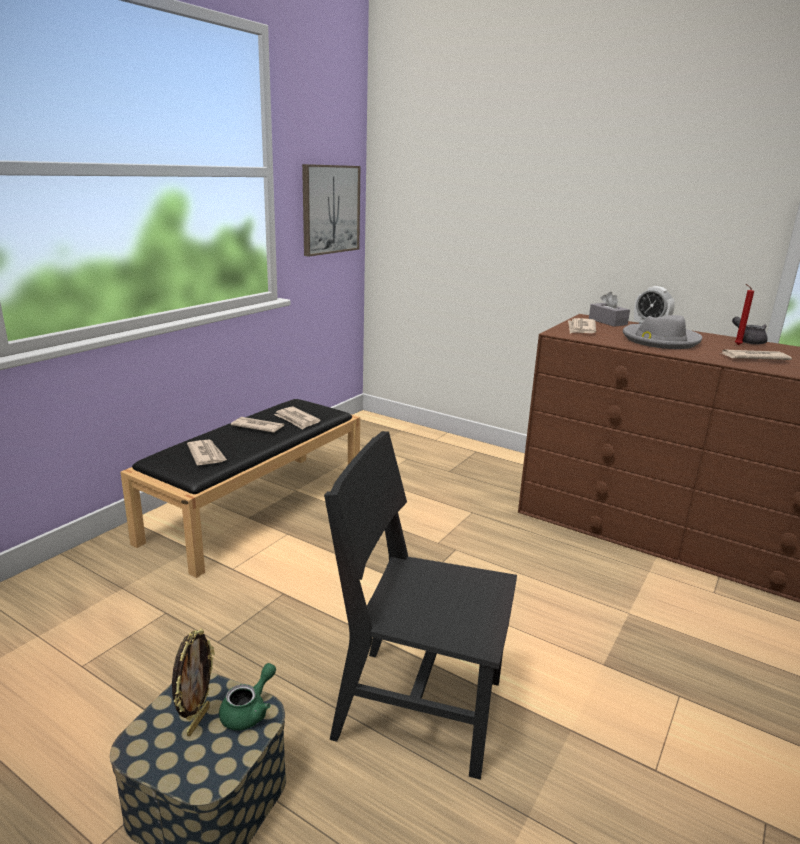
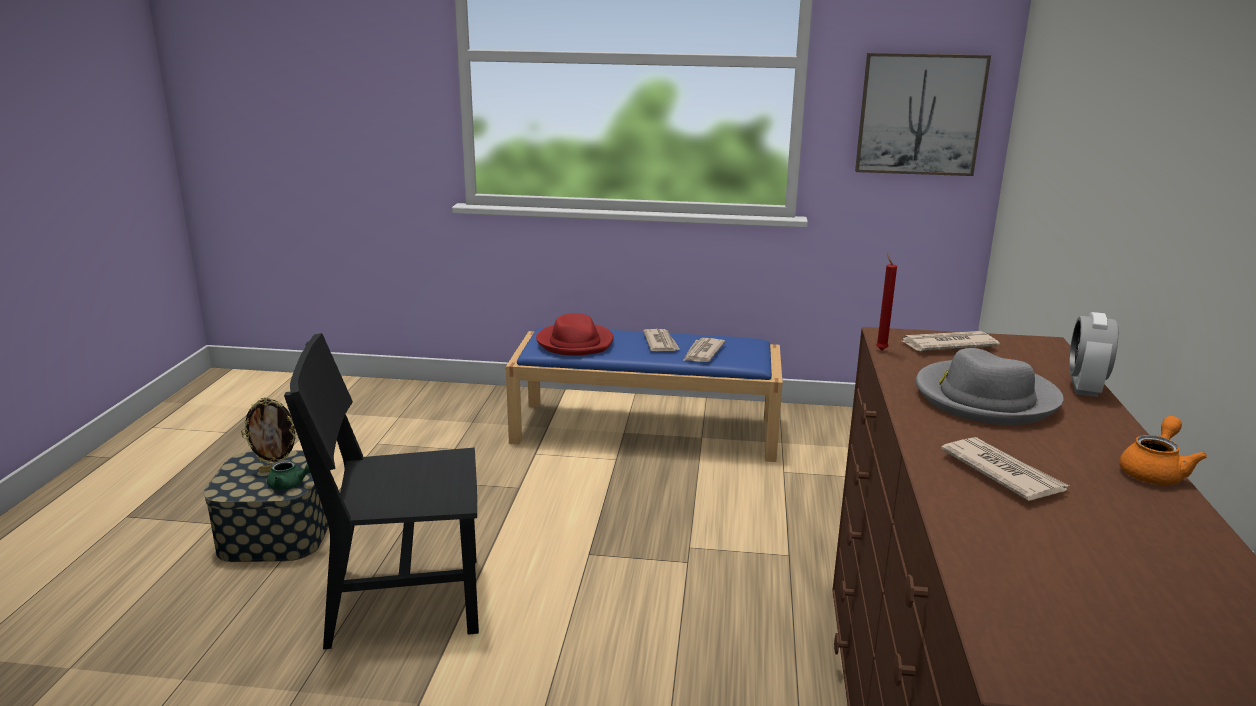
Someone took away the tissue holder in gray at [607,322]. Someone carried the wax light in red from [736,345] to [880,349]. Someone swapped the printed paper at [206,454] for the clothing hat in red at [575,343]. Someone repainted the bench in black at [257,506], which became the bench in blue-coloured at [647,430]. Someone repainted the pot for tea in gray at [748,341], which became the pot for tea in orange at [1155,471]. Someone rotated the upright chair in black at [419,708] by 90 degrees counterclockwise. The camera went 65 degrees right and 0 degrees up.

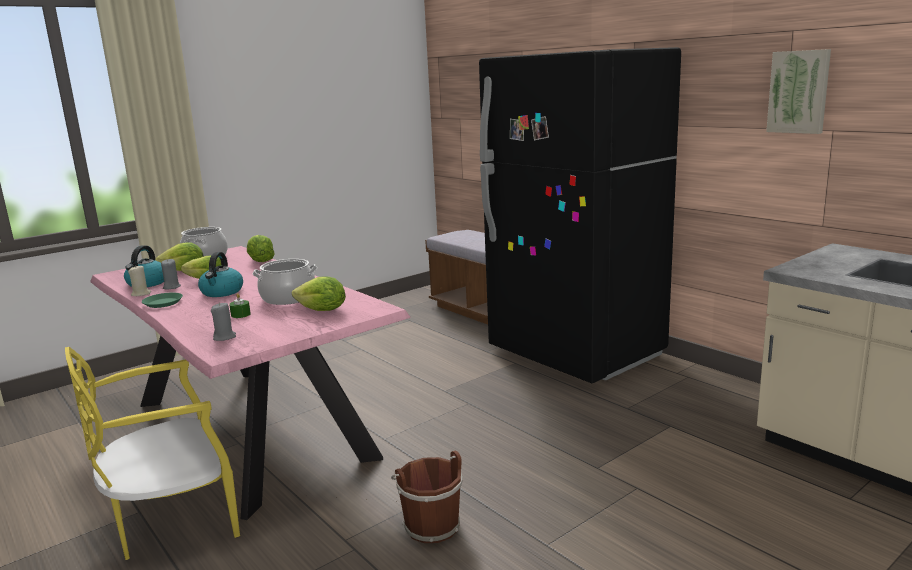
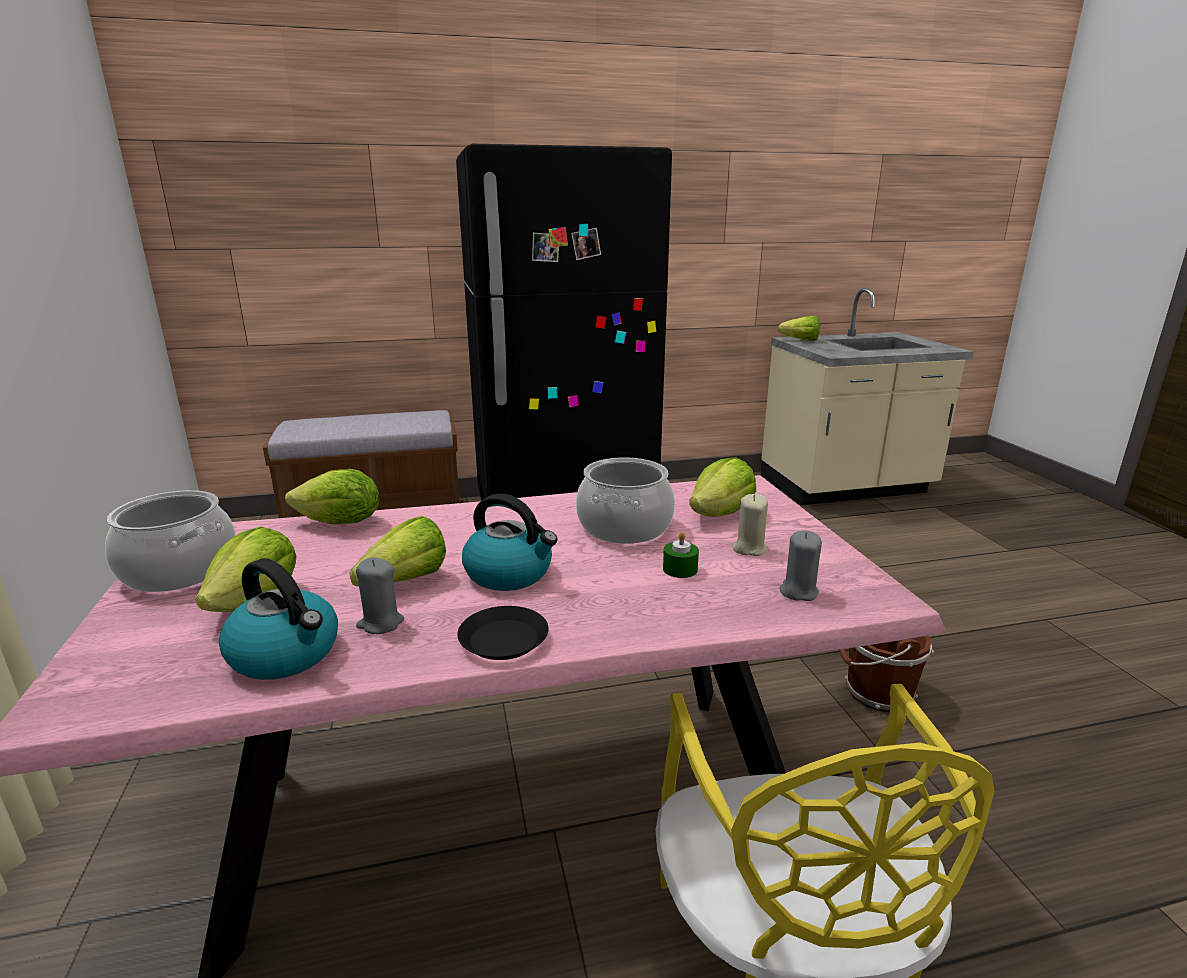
Someone took away the wall art at [799,92]. Someone put down the lettuce head at [797,340]. Someone carried the wax light in beige from [141,294] to [749,548]. Someone repainted the dinner plate in green-coloured at [162,303], which became the dinner plate in black at [503,640]. The camera went 65 degrees left and 5 degrees up.

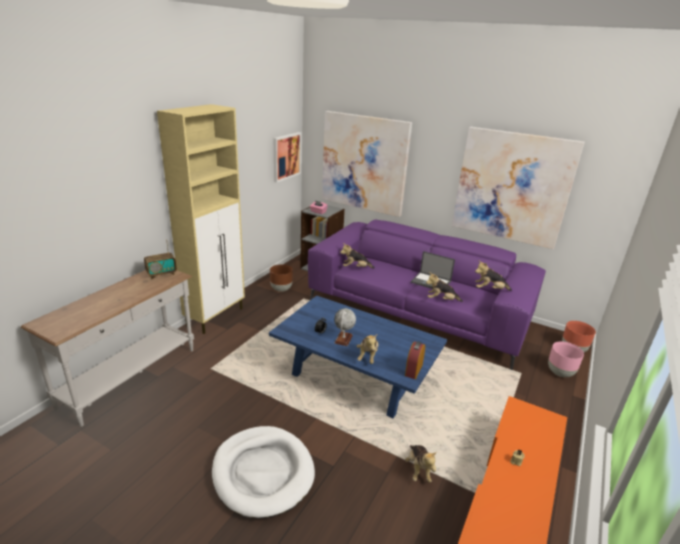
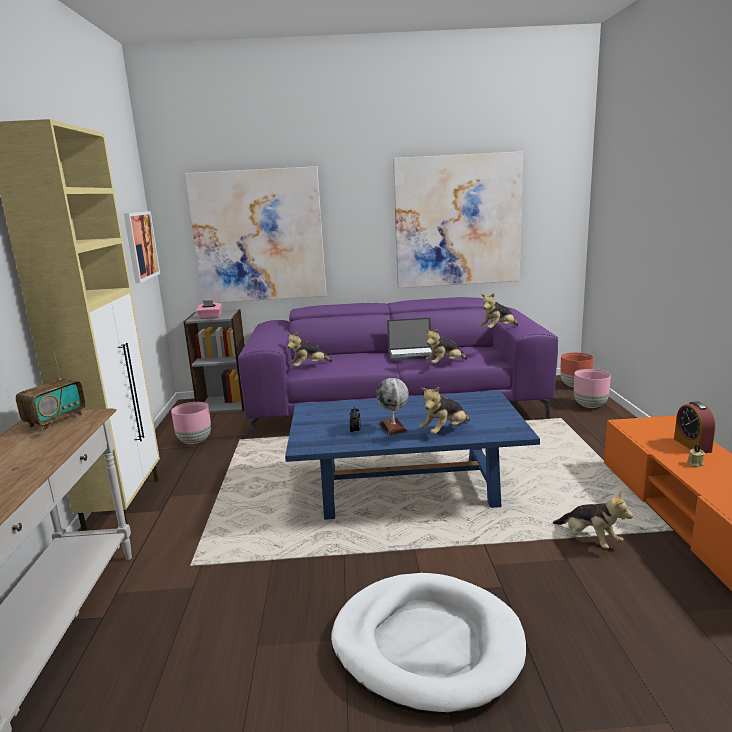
Someone carried the alarm clock from [413,370] to [692,445]. Someone repainted the plant pot in brownish at [281,289], which became the plant pot in pinkish at [195,441]. Someone rotated the cuddly toy at [367,356] by 75 degrees clockwise. The camera went 30 degrees left and 10 degrees down.

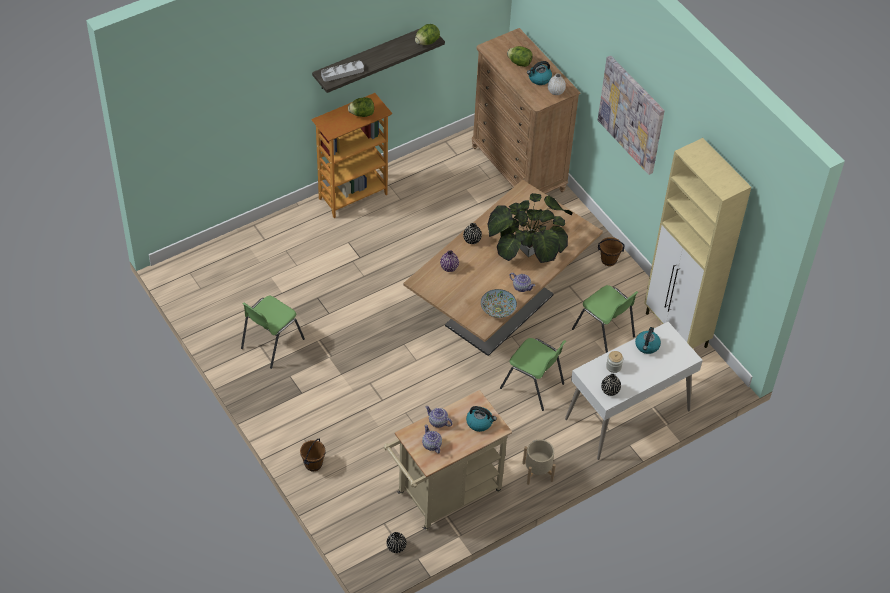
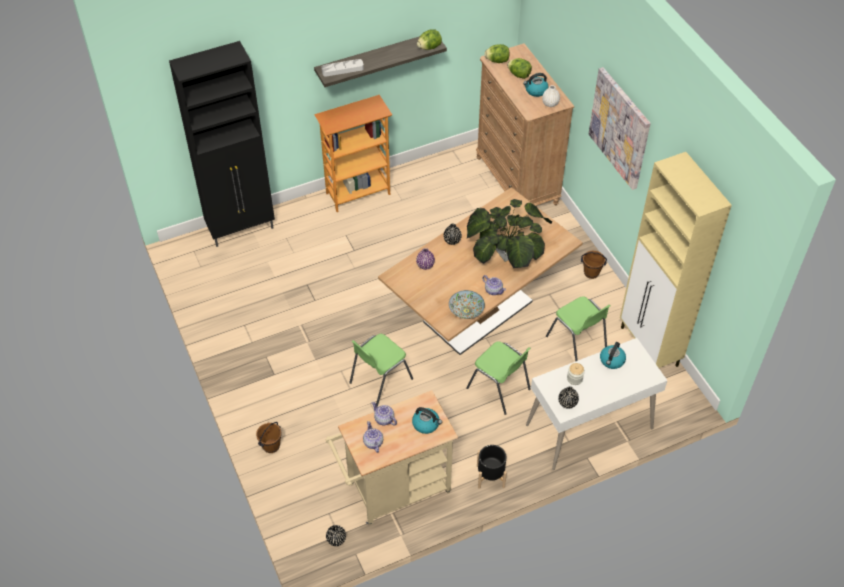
Someone put down the cabinet in black at [242,229]. Someone carried the upright chair in green-coloured from [271,343] to [380,380]. Someone carried the lettuce head from [362,114] to [497,61]. Someone repainted the plant pot in beige at [537,472], which became the plant pot in black at [490,476]. The camera went 10 degrees right and 0 degrees up.

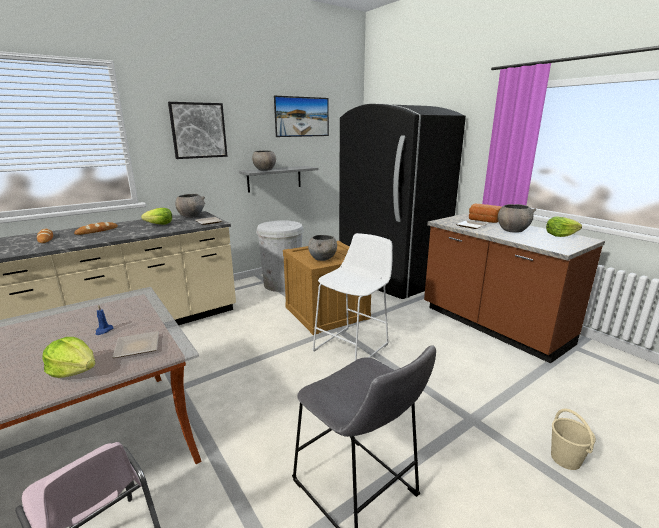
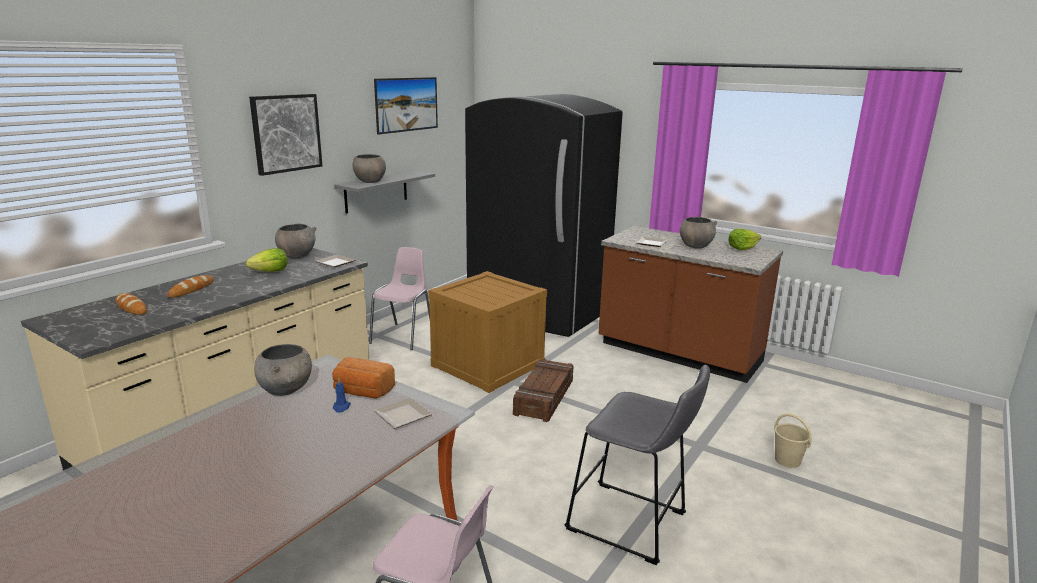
Someone took away the lettuce head at [74,370]. Someone carried the serving bowl in gray from [323,259] to [286,389]. Someone carried the baked bread from [483,221] to [362,392]. Someone swapped the trash can in white at [282,284] for the upright chair in pinkish at [403,336]. Someone swapped the stool in white at [354,346] for the crate at [545,397]. The camera went 20 degrees left and 0 degrees up.

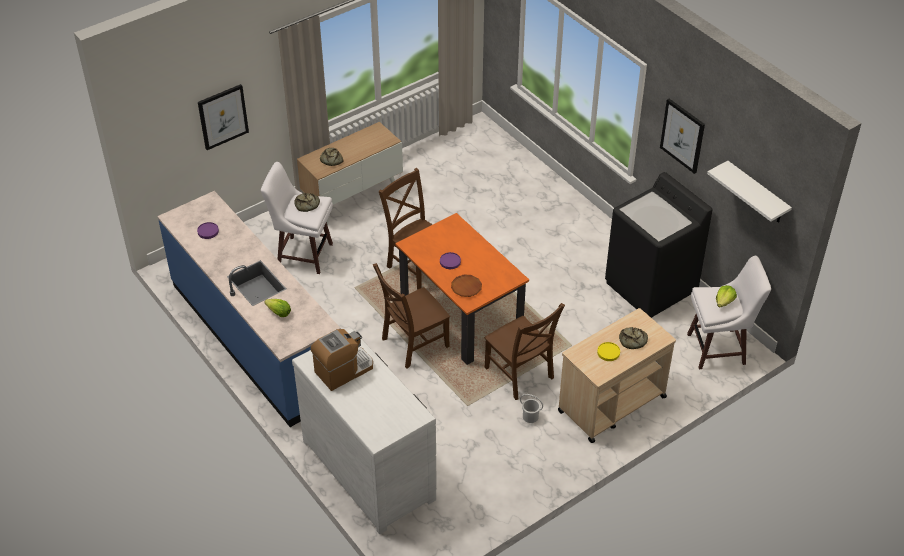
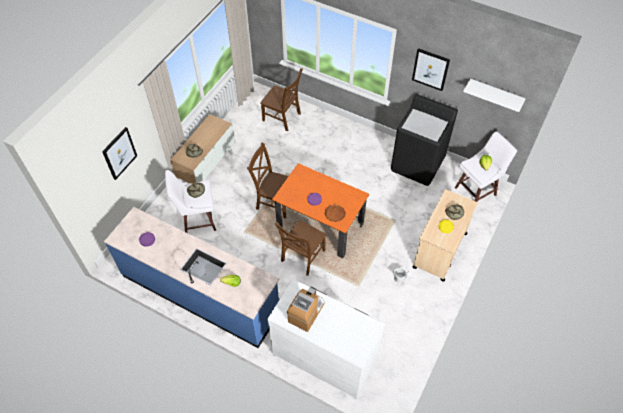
Someone carried the upright chair in brownish from [520,375] to [283,118]. The camera went 25 degrees left and 10 degrees up.

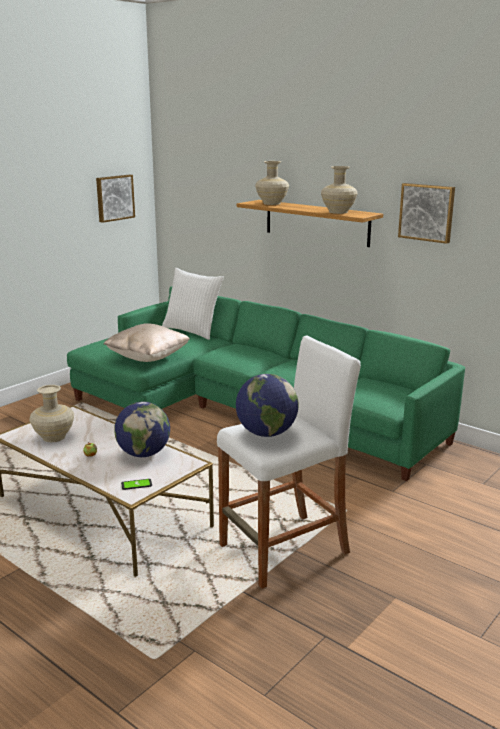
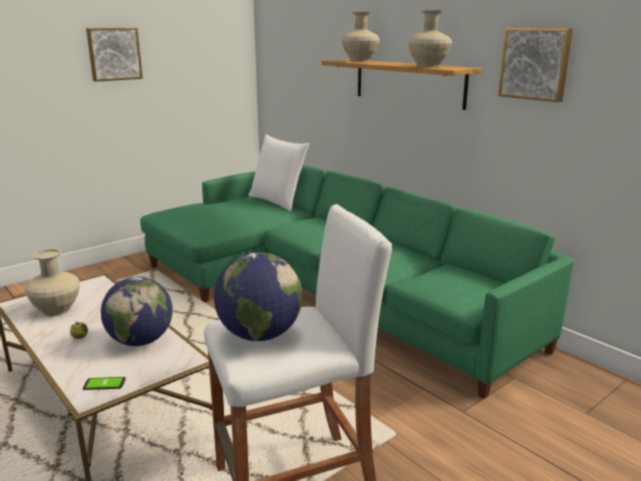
Someone took away the pillow in beige at [148,358]. Someone carried the wall art from [114,198] to [114,54]. The camera went 10 degrees right and 0 degrees up.

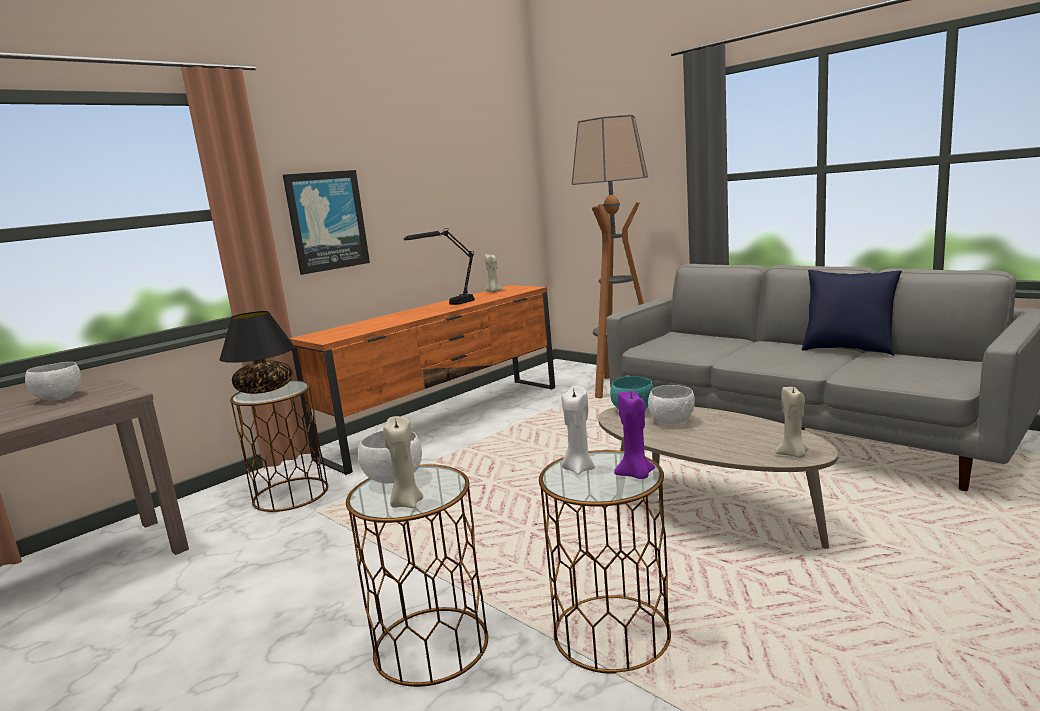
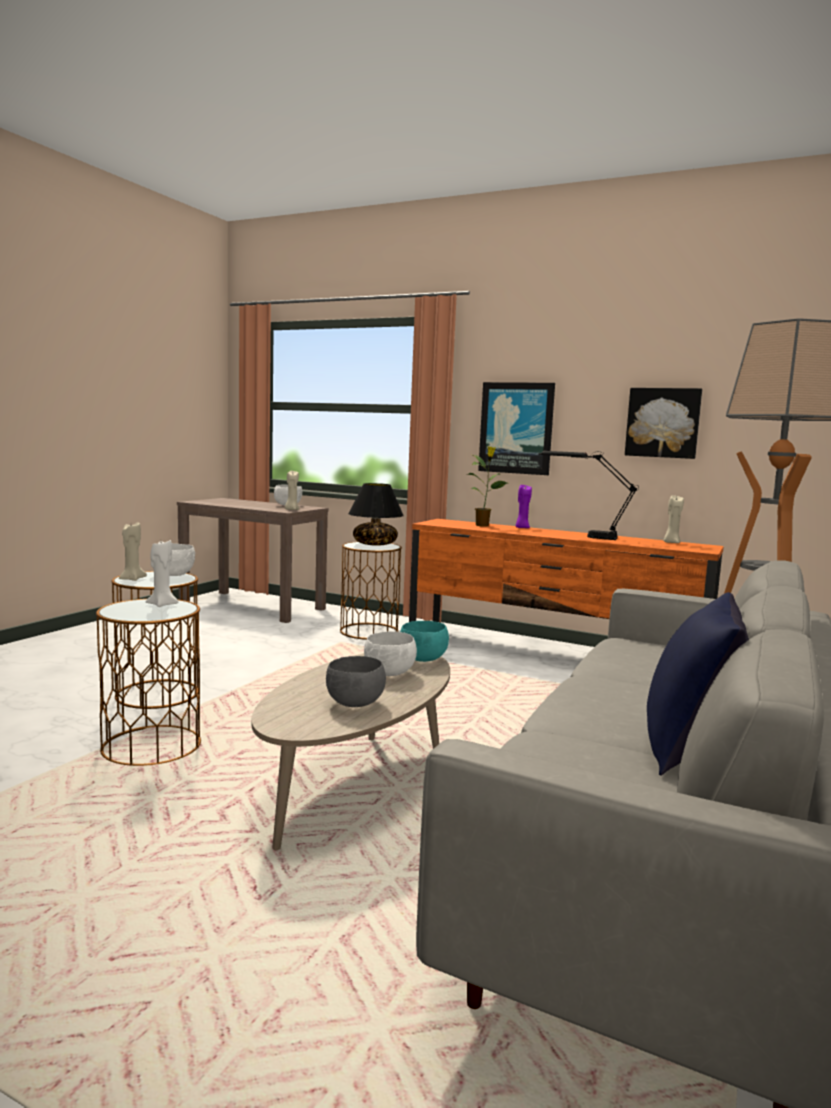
Someone put down the serving bowl in gray at [355,704]. Someone put down the potted plant at [483,525]. Someone put up the wall art at [663,423]. Someone carried the wax light in purple from [636,475] to [522,528]. Someone carried the wax light in beige from [793,454] to [291,510]. The camera went 70 degrees right and 5 degrees down.

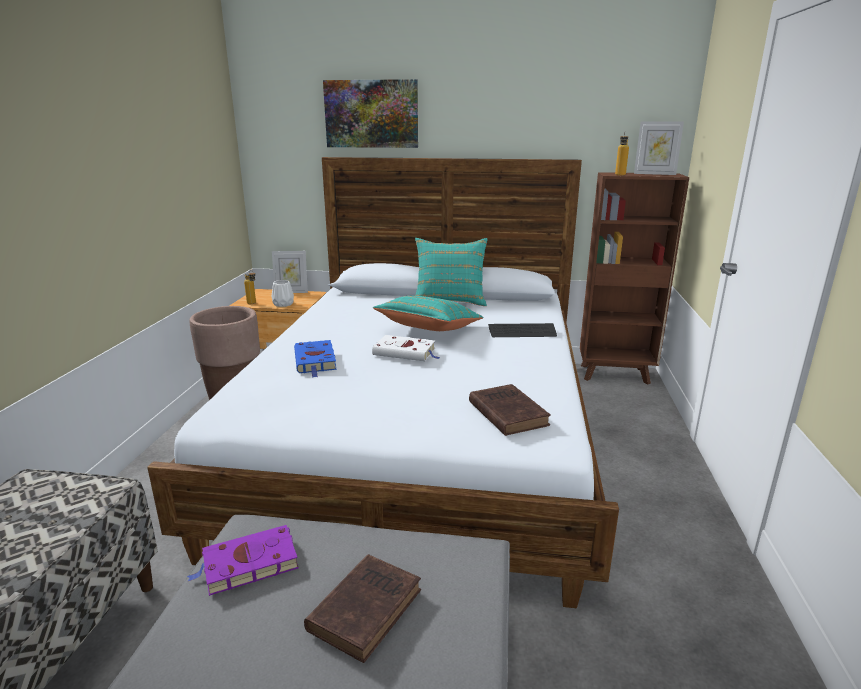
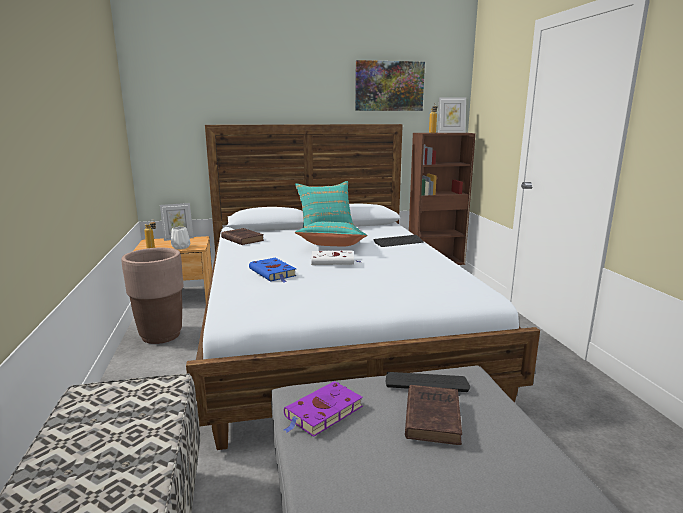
Someone put down the keyboard at [426,382]. Someone carried the wall art from [371,114] to [389,86]. Someone carried the book in brownish from [506,413] to [242,239]. The camera went 20 degrees left and 5 degrees down.

